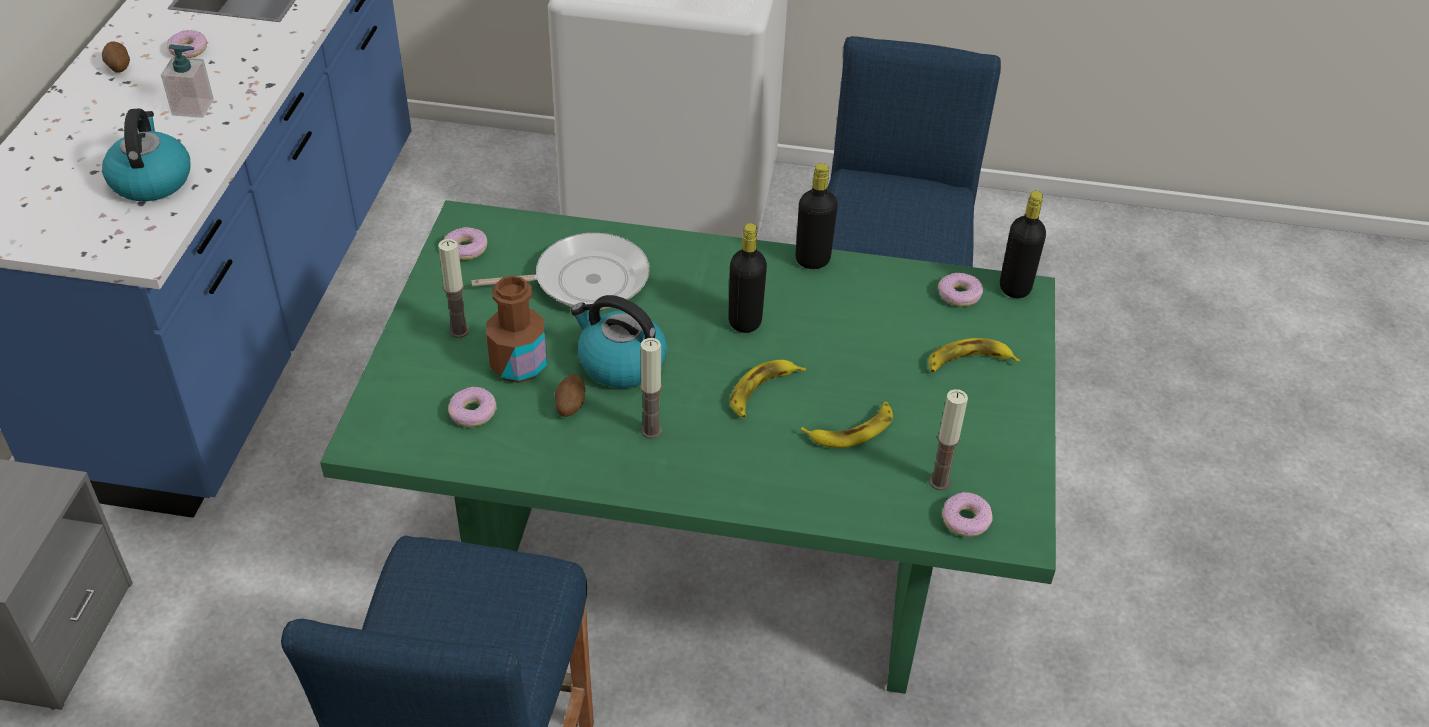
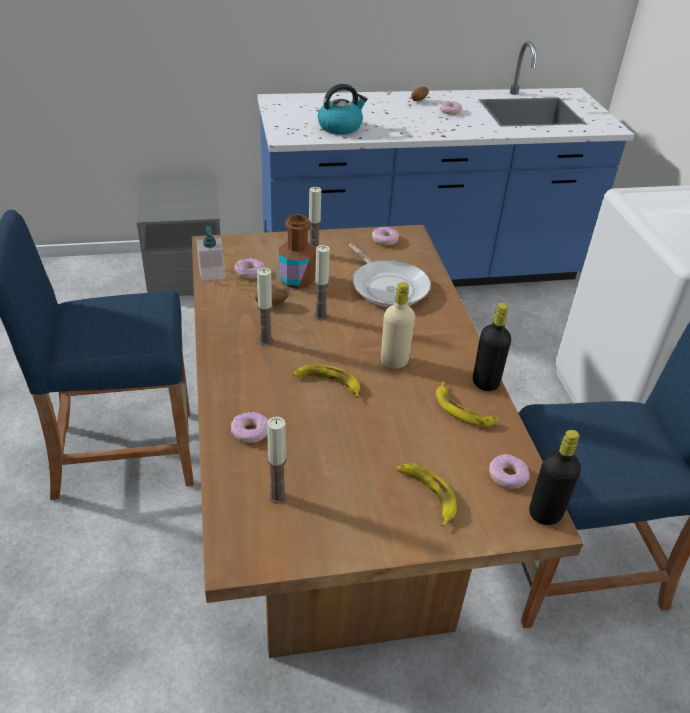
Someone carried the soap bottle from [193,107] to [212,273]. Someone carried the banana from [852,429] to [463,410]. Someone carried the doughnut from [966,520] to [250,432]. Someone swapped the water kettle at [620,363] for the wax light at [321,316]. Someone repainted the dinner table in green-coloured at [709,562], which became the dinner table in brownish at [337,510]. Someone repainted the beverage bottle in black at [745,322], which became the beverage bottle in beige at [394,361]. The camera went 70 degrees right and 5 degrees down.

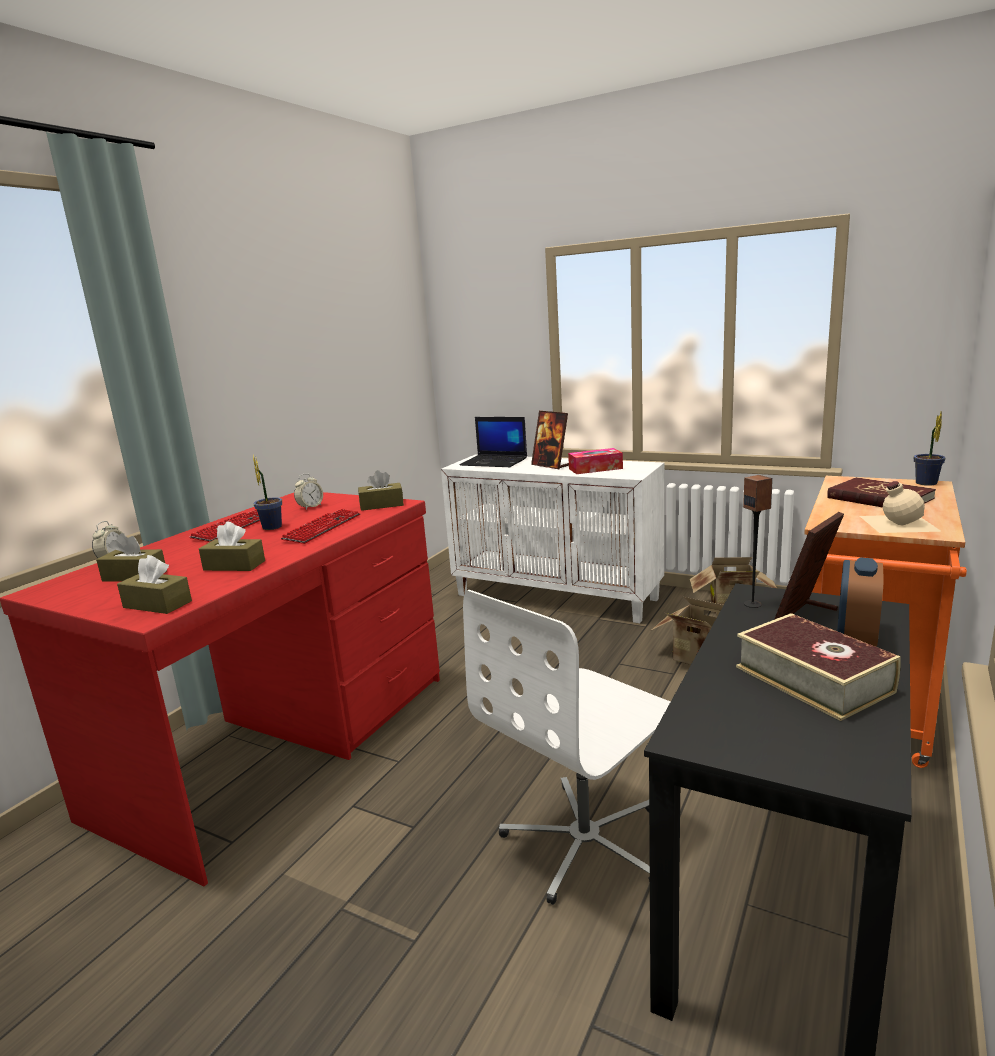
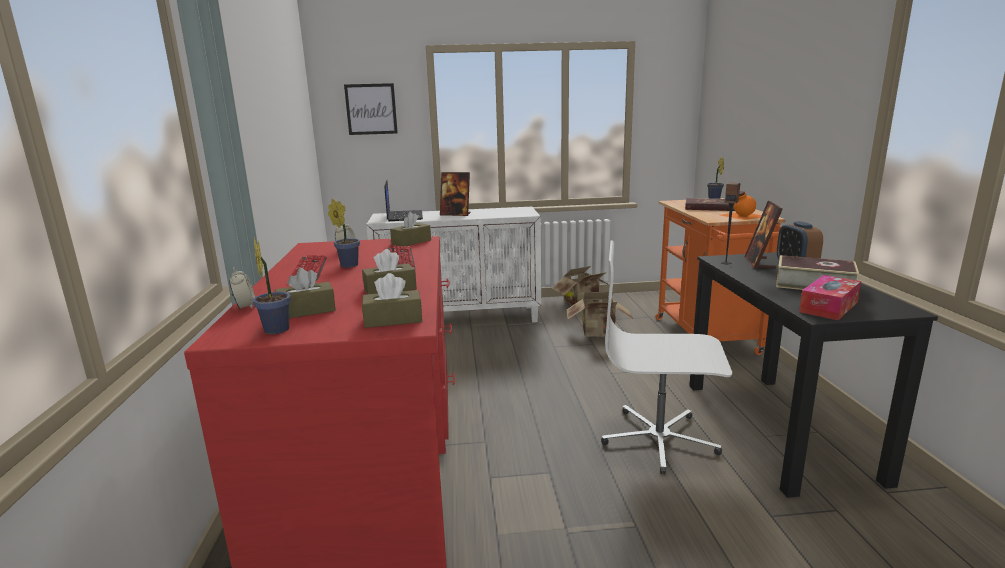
Someone put down the potted plant at [276,329]. Someone put up the wall art at [371,109]. Someone carried the tissue holder from [595,469] to [828,307]. Someone repainted the beverage bottle in beige at [897,523], which became the beverage bottle in orange at [741,215]. Someone rotated the laptop at [495,462] by 90 degrees counterclockwise. Someone rotated the office chair in white at [586,841] by 90 degrees clockwise. The camera went 35 degrees left and 0 degrees up.

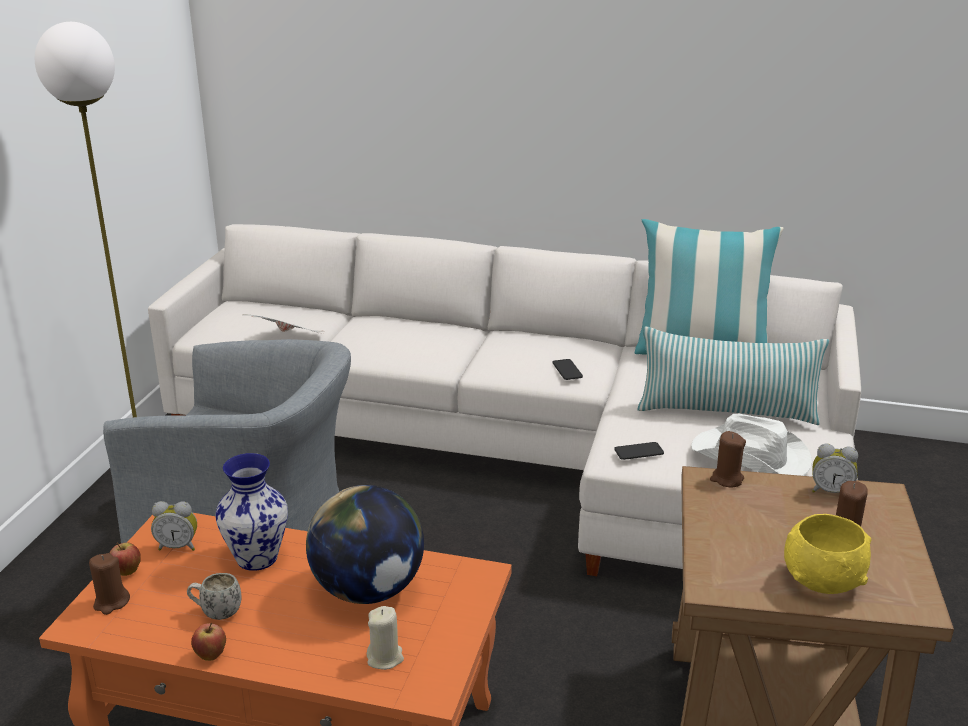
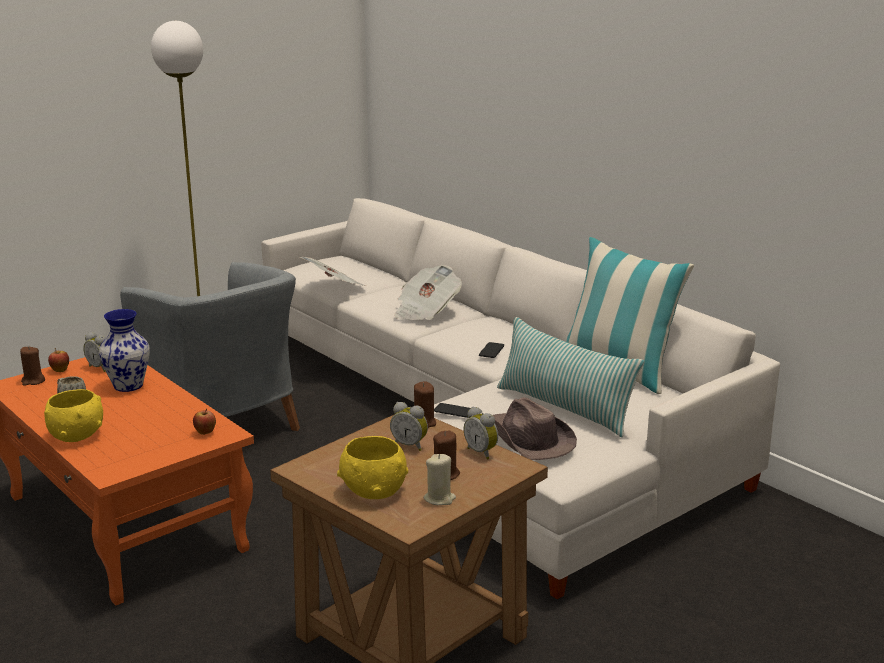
Someone took away the world globe at [368,590]. Someone put down the serving bowl in yellowish at [77,436]. Someone put down the alarm clock at [410,445]. Someone put down the printed paper at [425,311]. Someone carried the apple fruit from [211,656] to [205,433]. Someone carried the wax light in beige from [385,658] to [439,499]. Someone repainted the clothing hat in white at [751,457], which became the clothing hat in brownish at [528,439]. The camera went 35 degrees right and 5 degrees down.

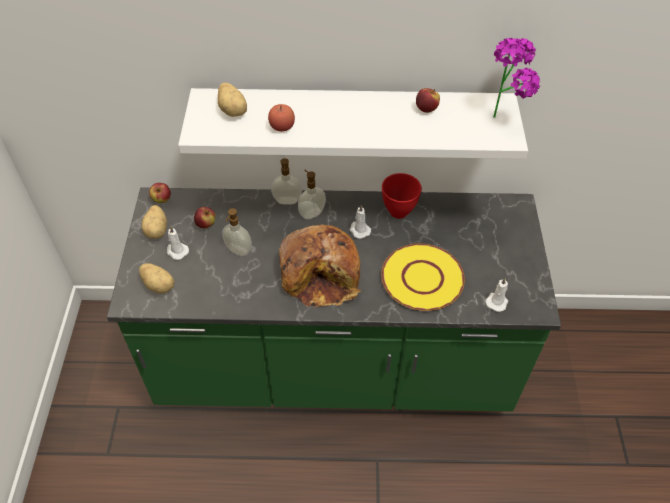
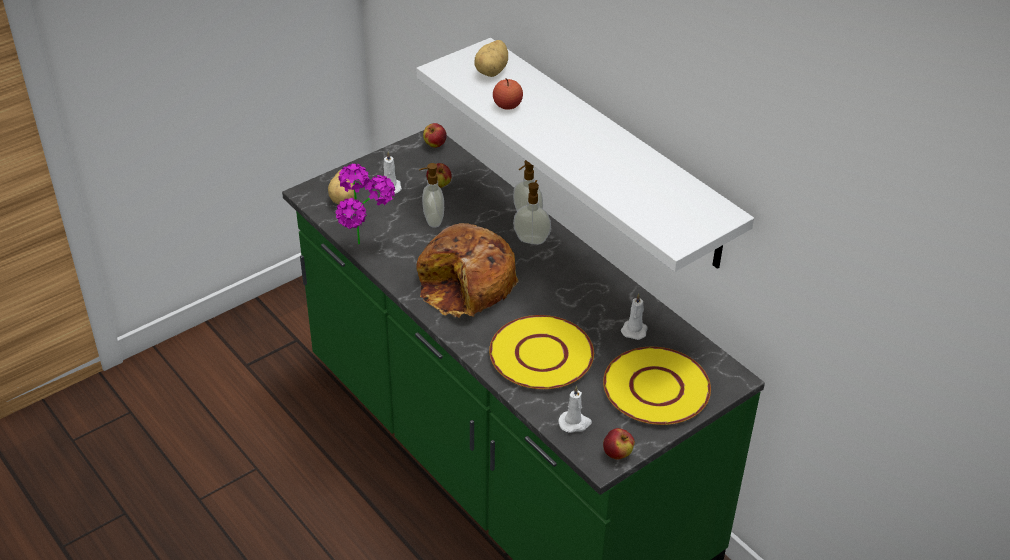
Someone took away the whole potato at [157,230]. Someone took away the serving bowl in red at [398,213]. Someone put down the dinner plate in yellowish at [655,388]. Someone carried the wax light in white from [359,230] to [634,330]. Someone carried the apple fruit from [426,109] to [617,454]. Someone carried the potted plant from [505,116] to [367,249]. The camera went 50 degrees right and 10 degrees down.

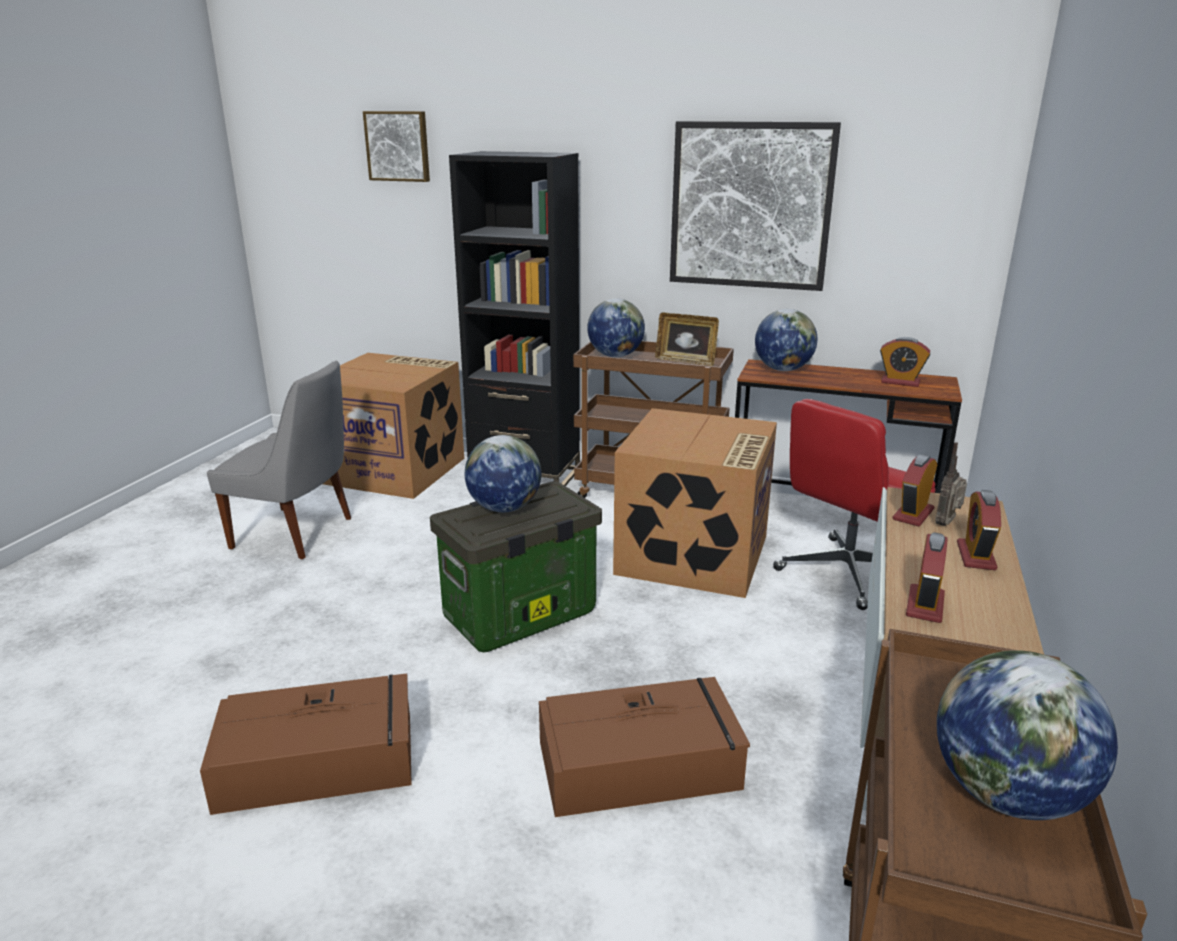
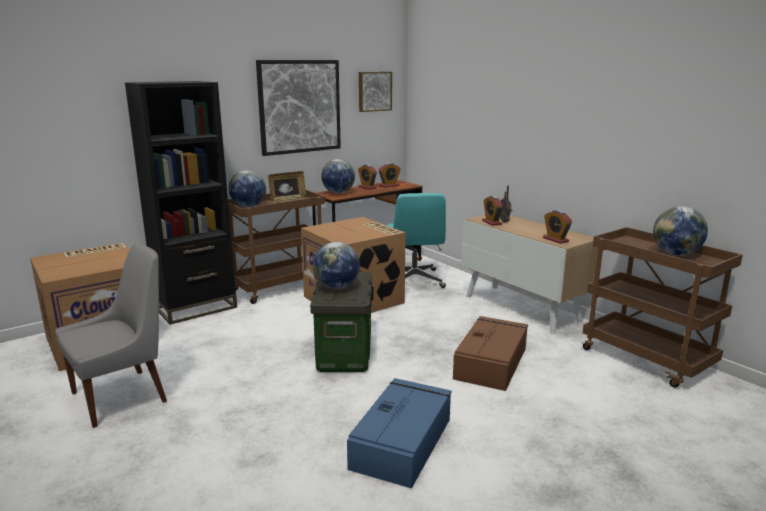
Someone carried the wall art from [398,146] to [374,91]. Someone carried the alarm clock from [976,556] to [367,187]. Someone repainted the storage box in brownish at [321,761], which became the storage box in blue-coloured at [402,442]. Someone repainted the office chair in red at [845,573], which became the office chair in turquoise at [414,280]. The camera went 55 degrees left and 5 degrees down.

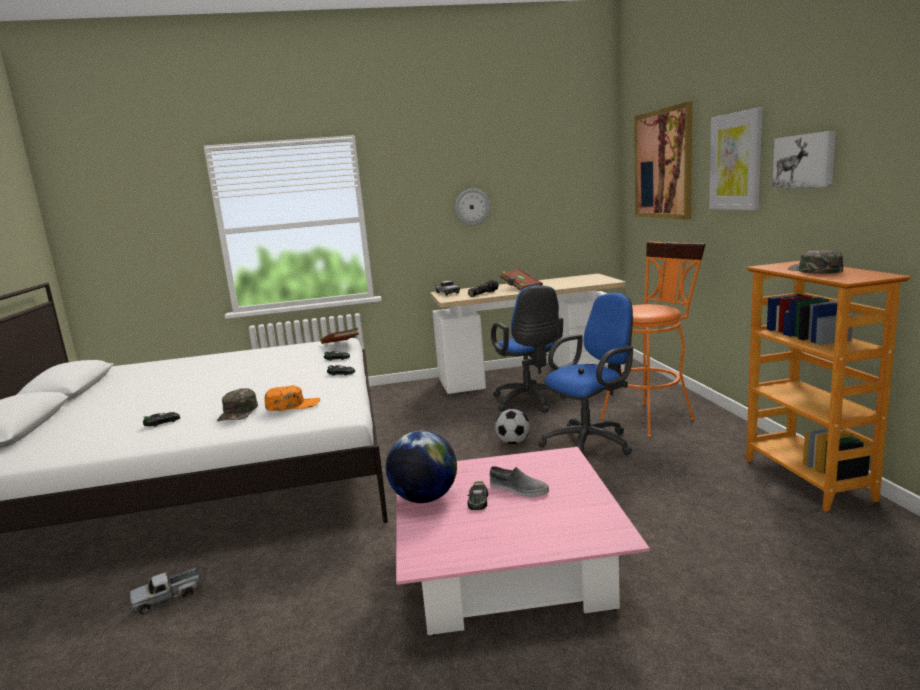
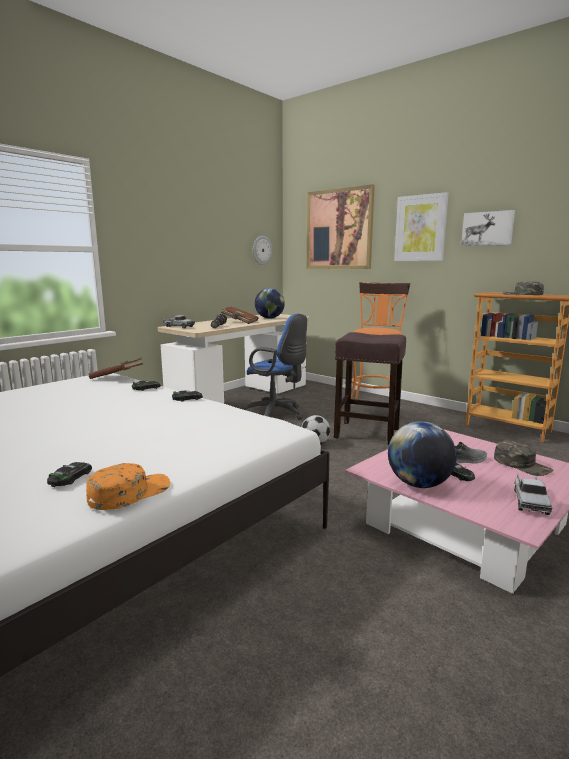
Someone put down the world globe at [269,318]. Someone carried the toy truck from [167,597] to [529,501]. Someone carried the baseball cap in green-coloured from [238,412] to [522,464]. Someone carried the baseball cap in orange from [293,405] to [129,492]. Someone carried the hanging clock from [472,207] to [261,250]. Someone swapped the office chair in blue-coloured at [591,443] for the stool in brownish at [368,433]. The camera went 40 degrees left and 0 degrees up.

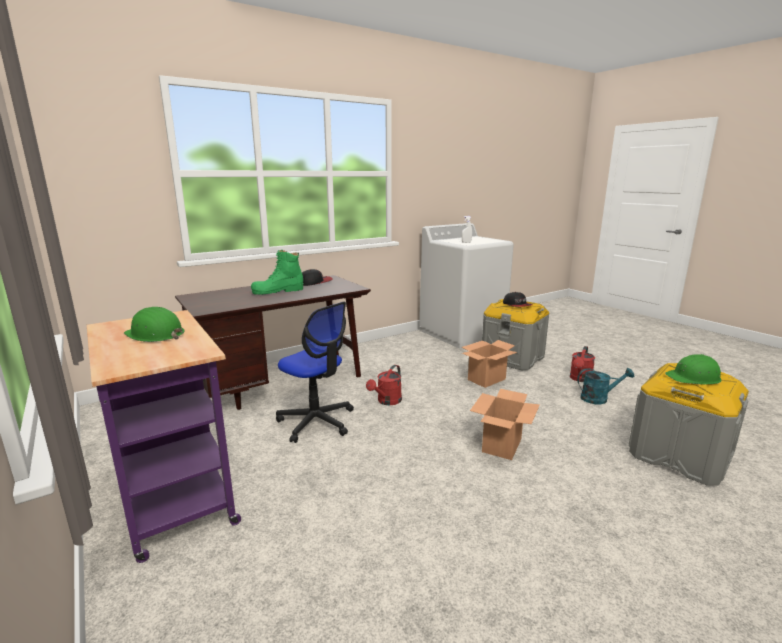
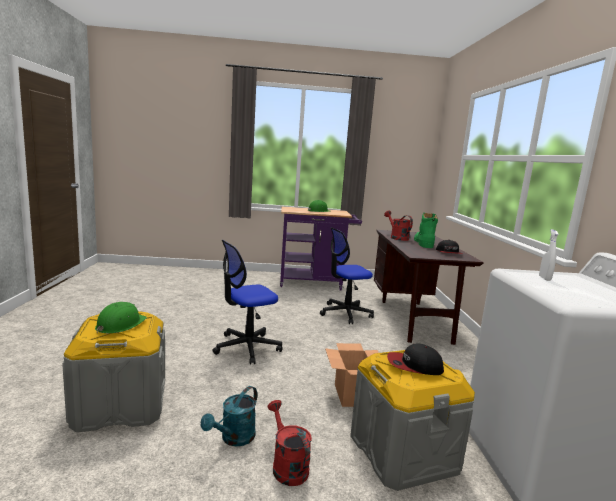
Someone carried the watering can in red from [387,401] to [397,237]. Someone swapped the cardboard box at [502,445] for the office chair at [247,347]. The camera went 120 degrees right and 5 degrees down.

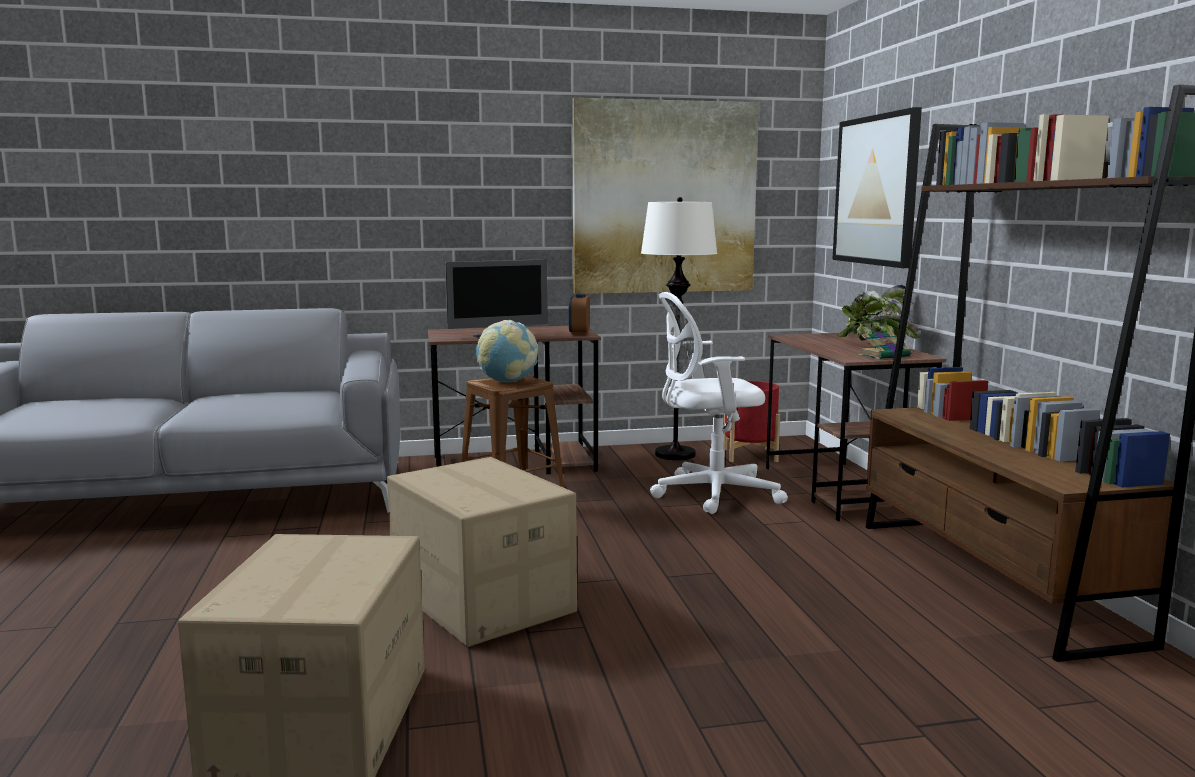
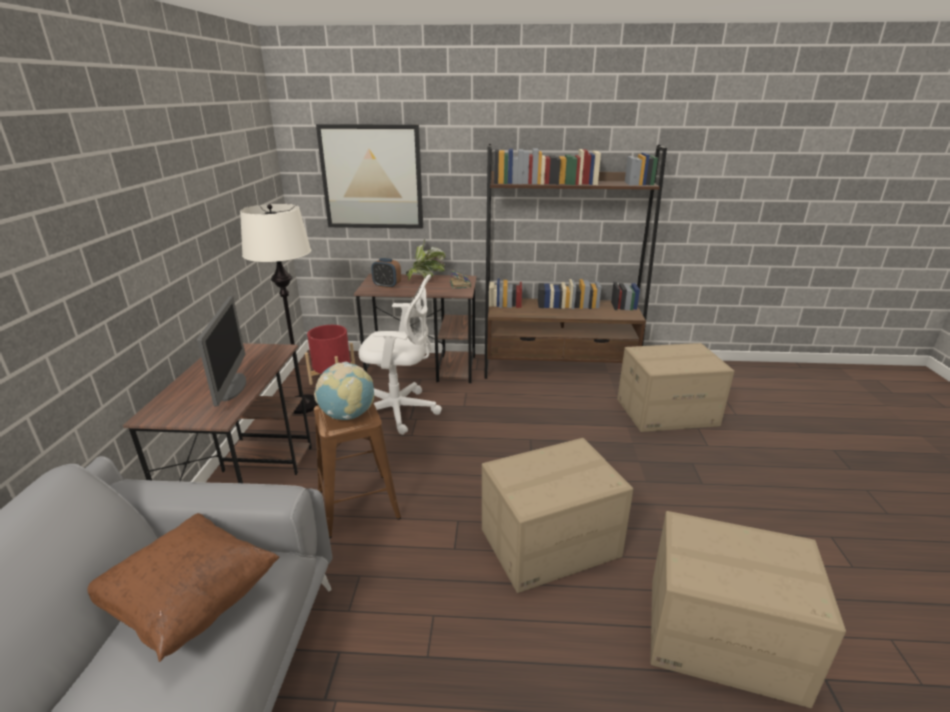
Someone took away the wall art at [664,198]. Someone put down the pillow in brownish at [192,602]. Someone put down the cardboard box at [666,412]. Someone carried the alarm clock from [579,333] to [387,286]. Someone rotated the office chair in white at [710,494] by 90 degrees counterclockwise. The camera went 75 degrees left and 15 degrees up.

